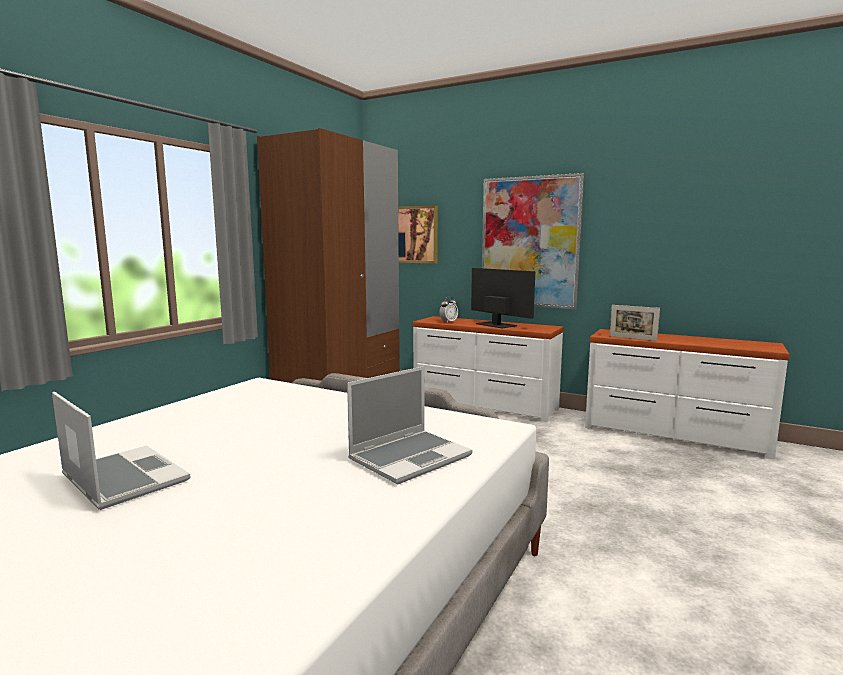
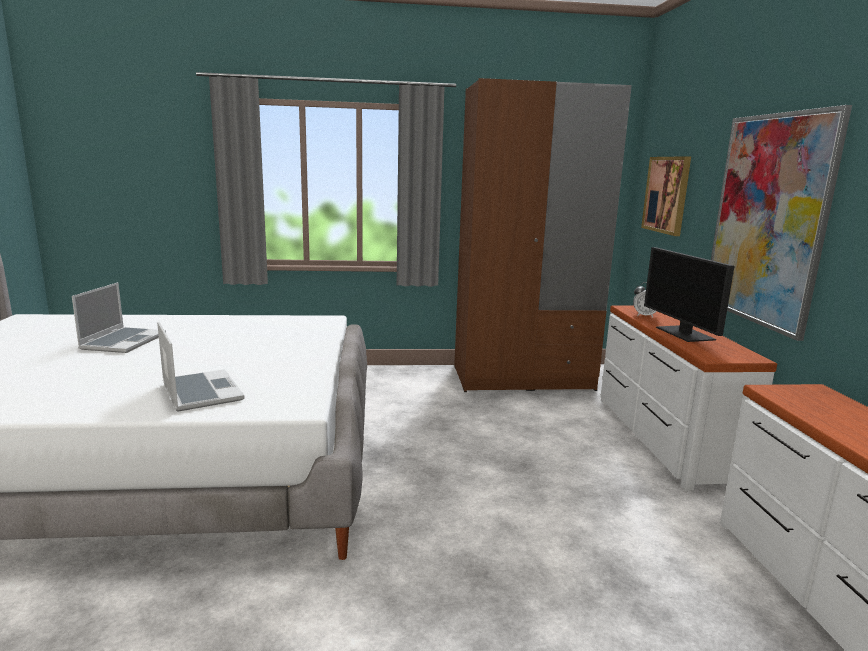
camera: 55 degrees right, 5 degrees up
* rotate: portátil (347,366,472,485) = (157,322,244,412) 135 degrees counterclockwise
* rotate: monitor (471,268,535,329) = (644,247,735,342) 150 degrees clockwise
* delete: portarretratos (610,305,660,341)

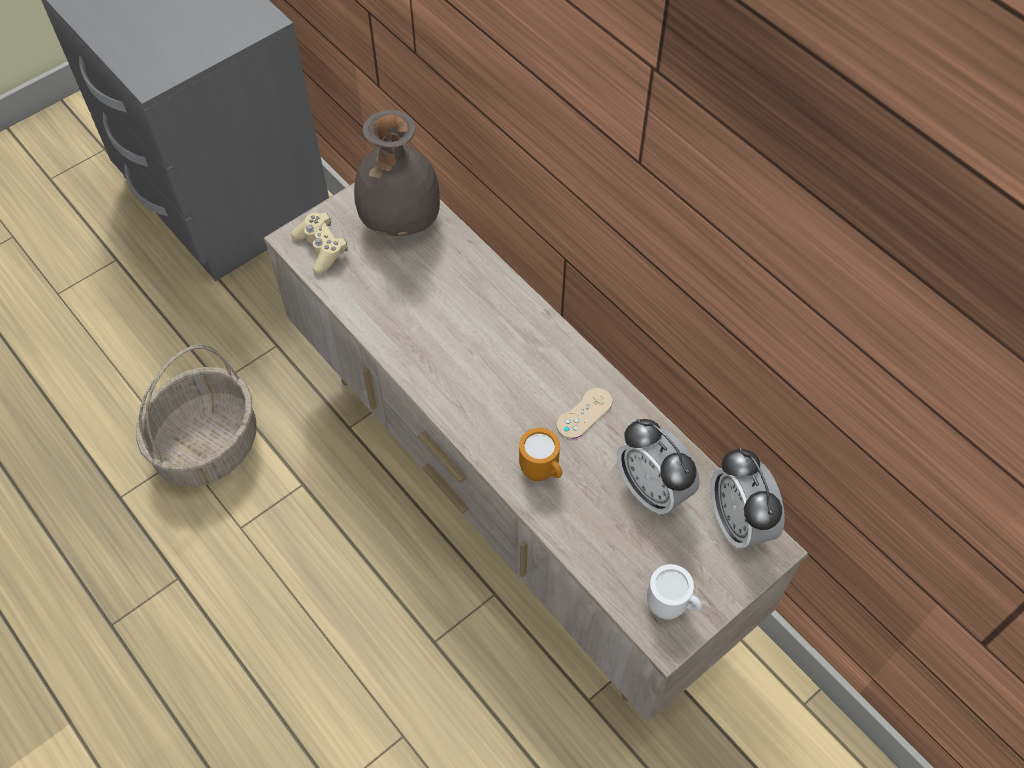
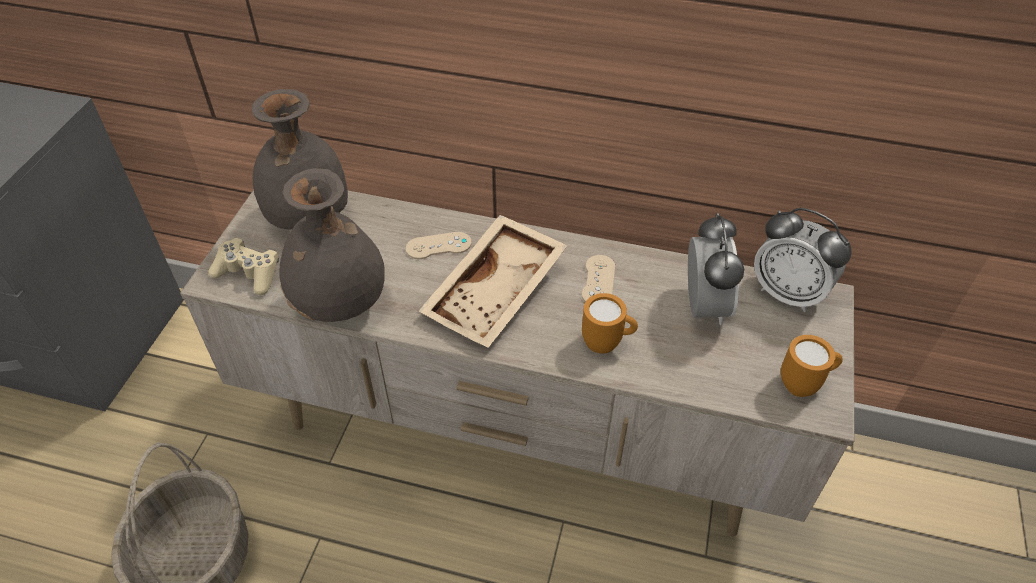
camera: 35 degrees left, 10 degrees down
* insert: florero/gris (280,168,385,322)
* insert: mando de consola/beis (406,232,472,259)
* insert: bandeja/beis (418,215,568,348)
* rotate: despertador (617,419,700,515) = (688,213,744,325) 105 degrees counterclockwise
* recolor: taza grande/blanco (647,564,702,620) to taza grande/naranja (781,335,843,397)

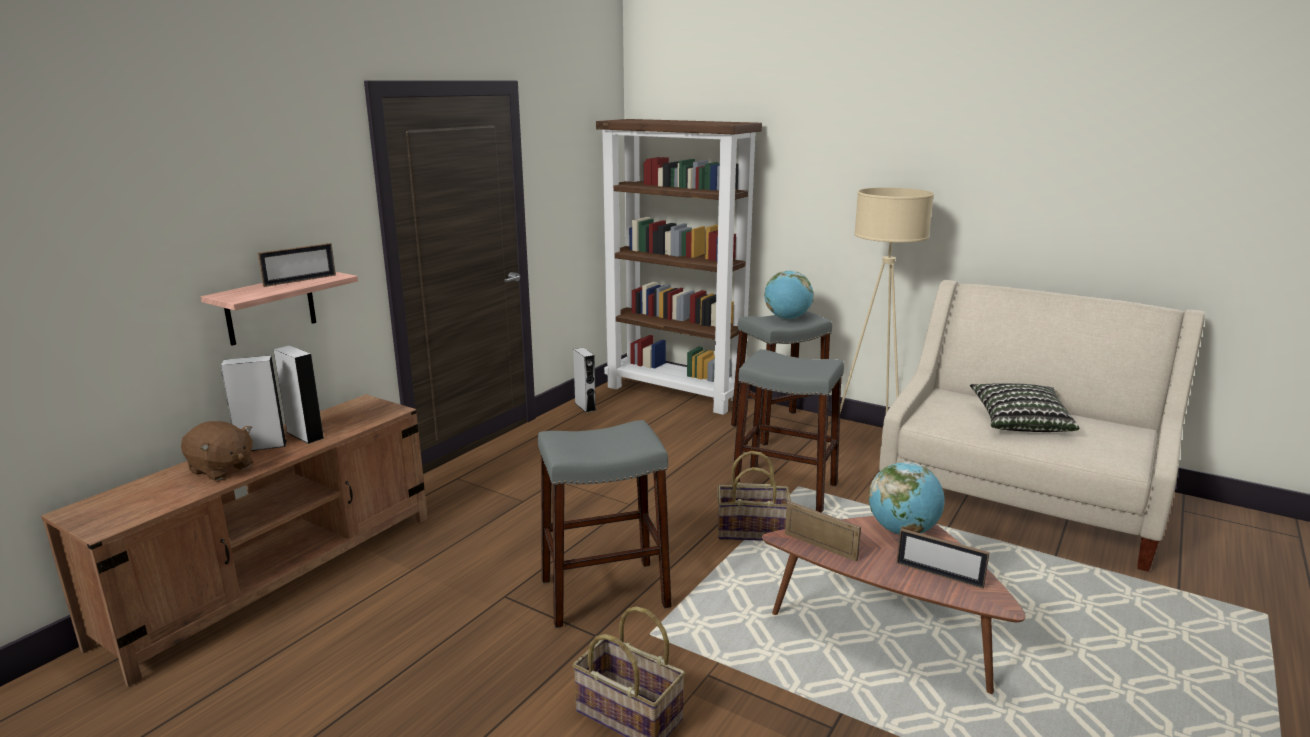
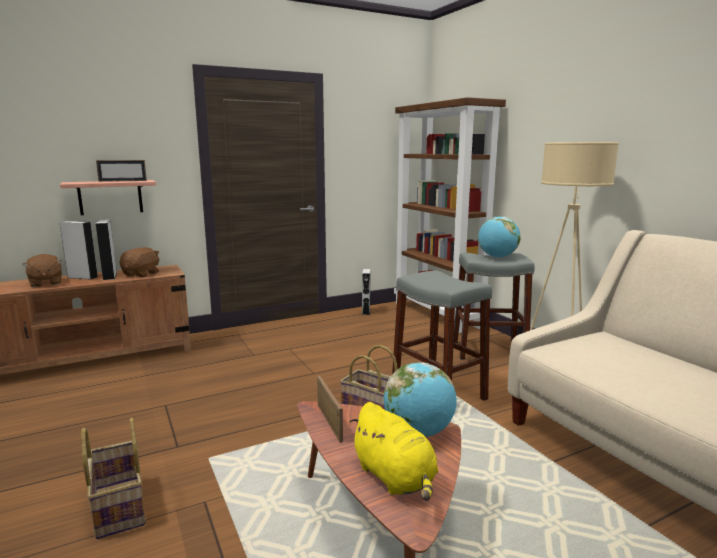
camera: 30 degrees right, 5 degrees down
* insert: peluche/marrón (120,247,159,277)
* replace: portarretratos (897,528,990,589) to peluche/amarillo (349,402,438,501)
* delete: taburete/gris (538,420,672,628)
* delete: cojín (970,383,1079,432)

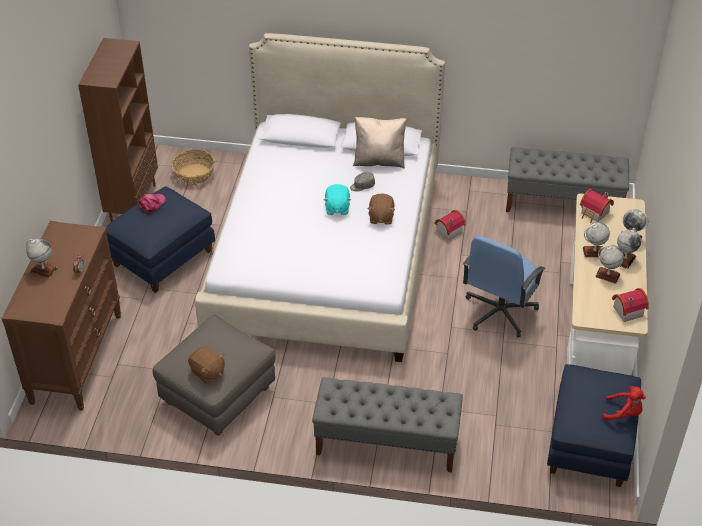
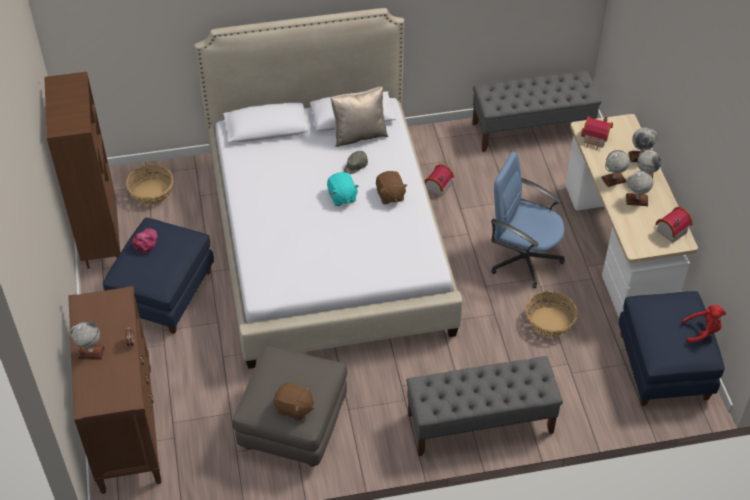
camera: 20 degrees left, 5 degrees up
* rotate: silla de oficina/azul (463,236,545,337) = (491,152,565,289) 105 degrees clockwise
* insert: cesta (526,291,578,337)

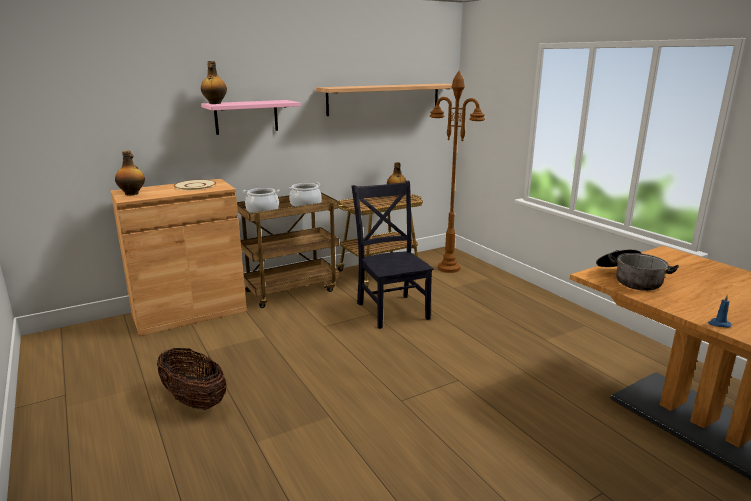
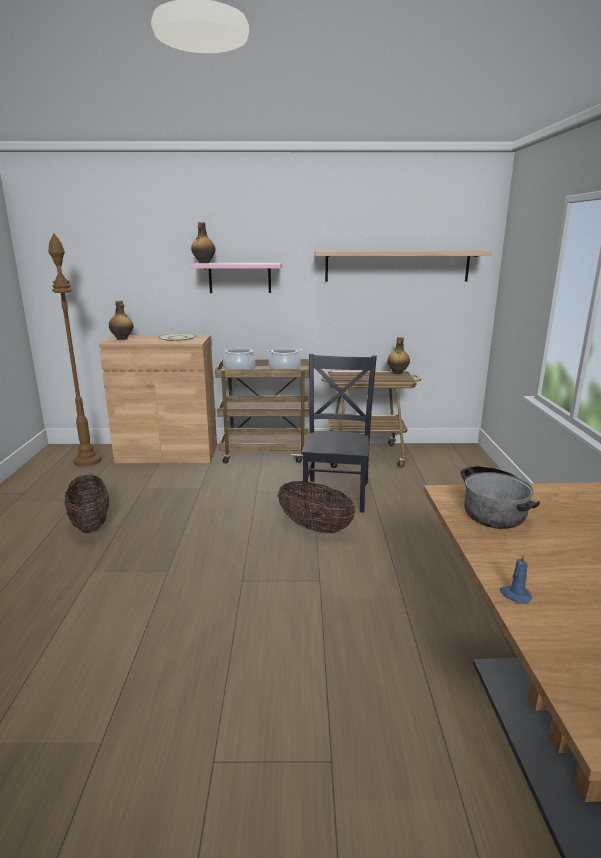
camera: 30 degrees right, 0 degrees up
* move: lámpara de pie/marrón (430,71,485,273) to (48,233,101,467)
* insert: cesta (278,481,355,533)

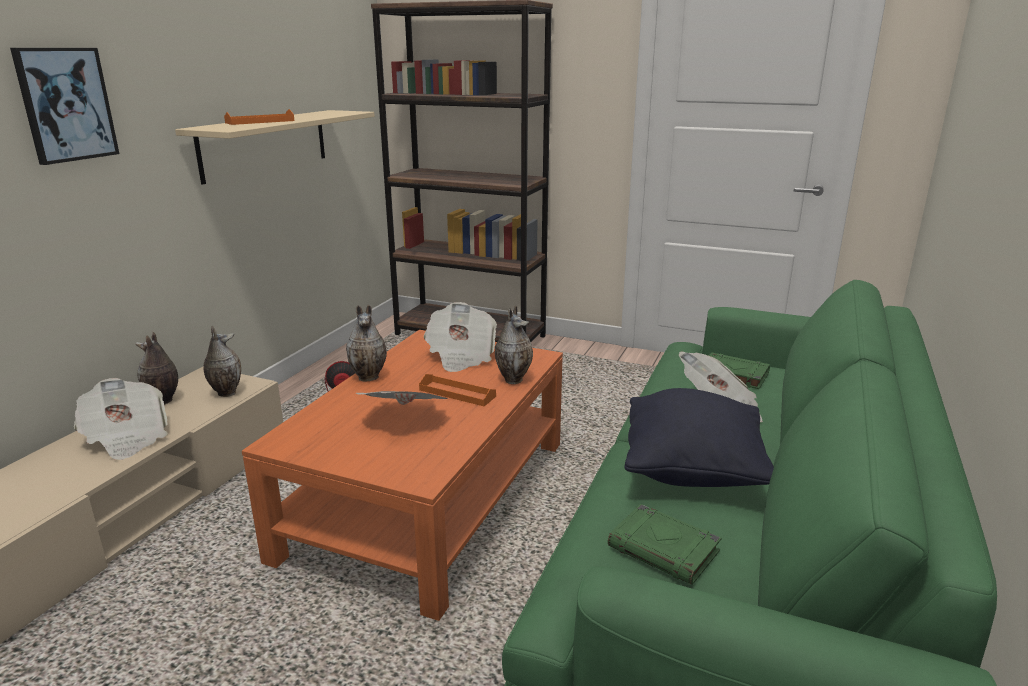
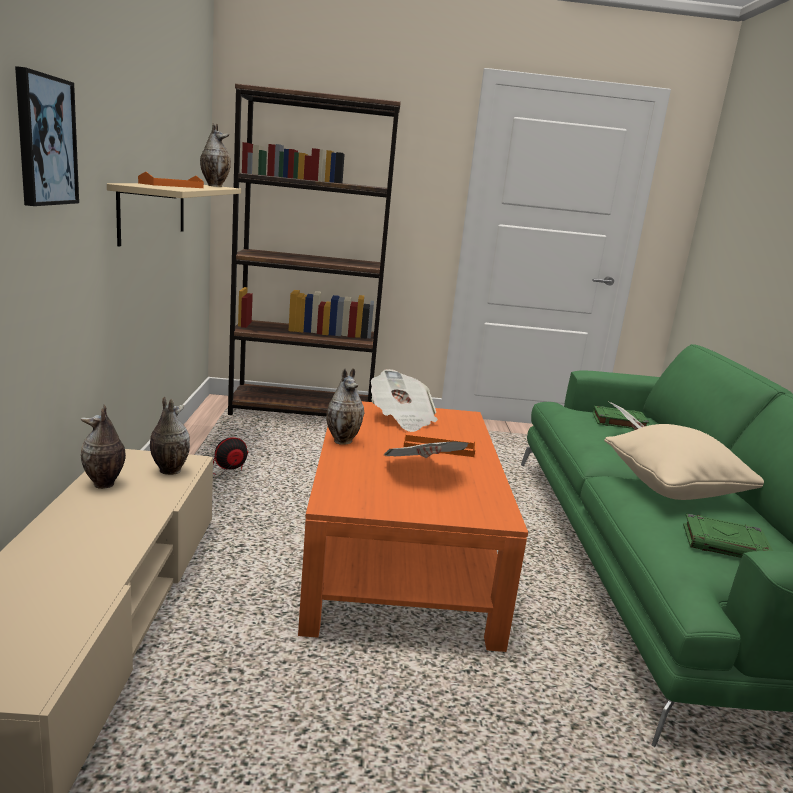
camera: 25 degrees left, 5 degrees down
* move: florero (495,306,533,384) to (200,123,231,187)
* recolor: cojín/negro (624,388,774,487) to cojín/beis (604,424,764,500)
* delete: periódico (74,378,167,460)

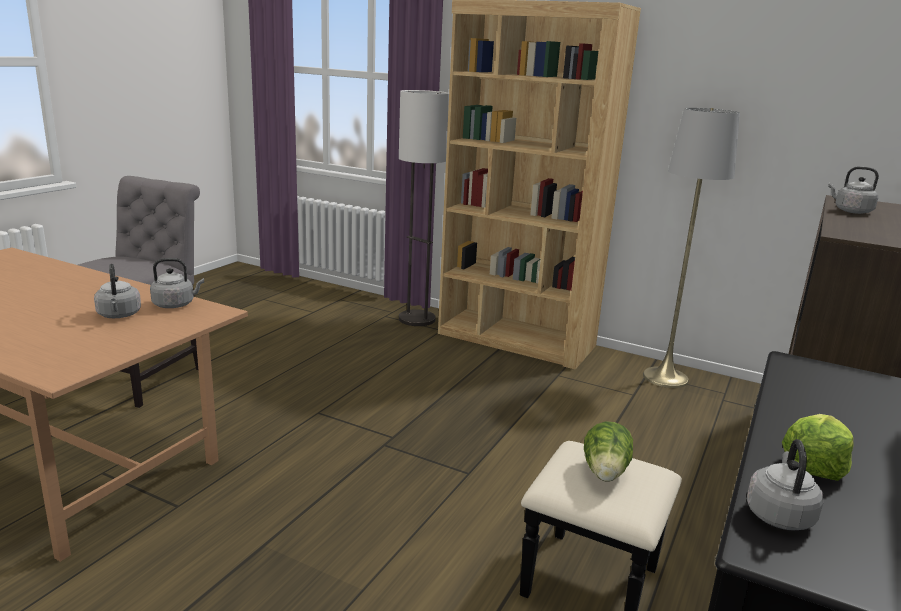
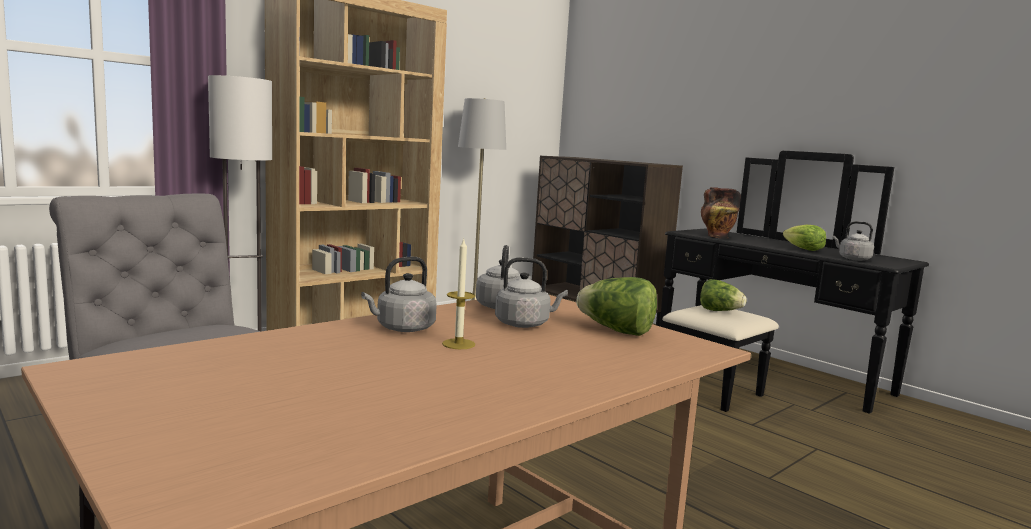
camera: 70 degrees left, 10 degrees down
* move: hervidor/gris (828,166,879,214) to (361,257,437,332)
* insert: vela (442,239,475,349)
* insert: lechuga (576,277,657,336)
* insert: florero (701,187,741,239)

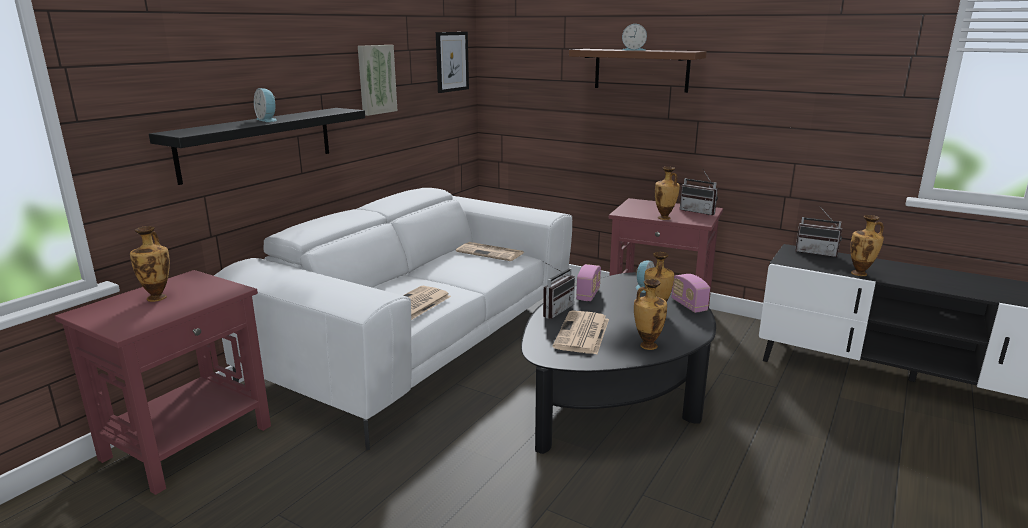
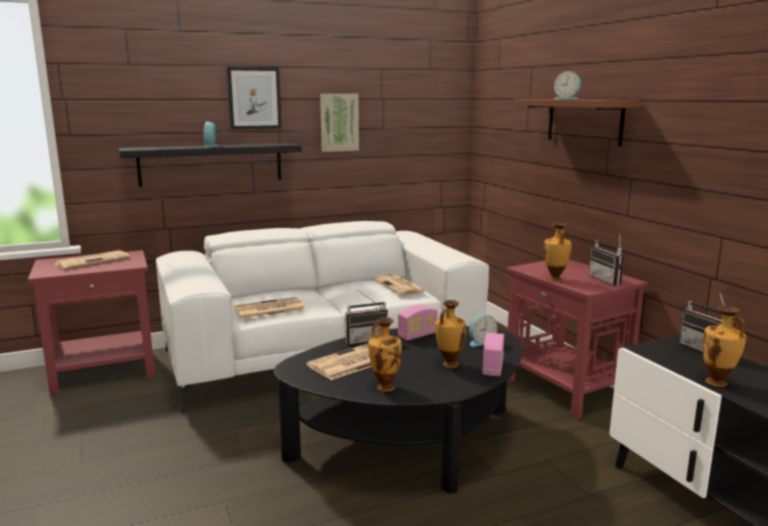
camera: 35 degrees right, 5 degrees down
* replace: florero (130,226,170,302) to periódico (54,250,130,269)
* move: cuadro (436,32,469,93) to (227,67,282,129)

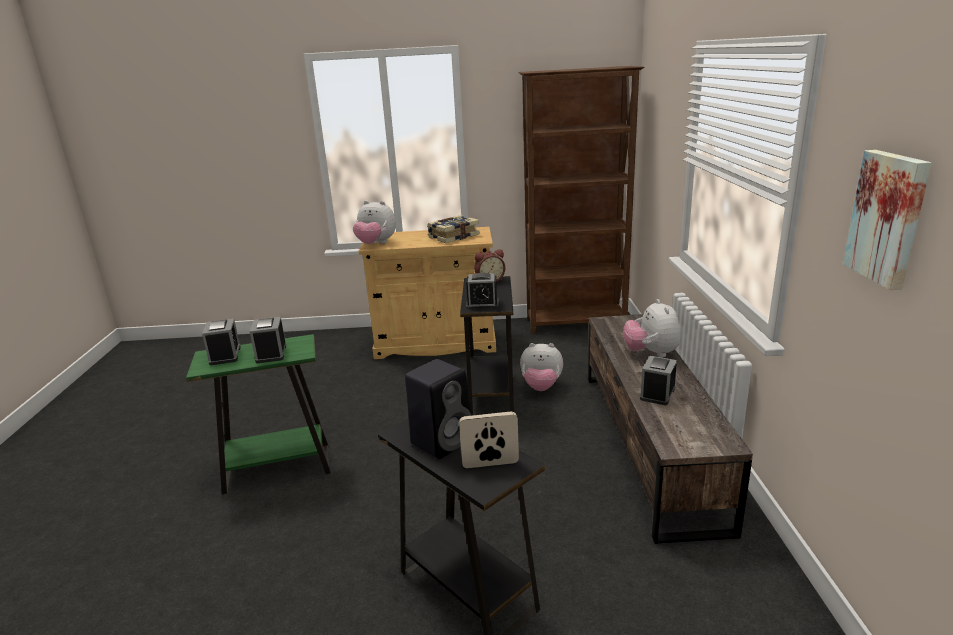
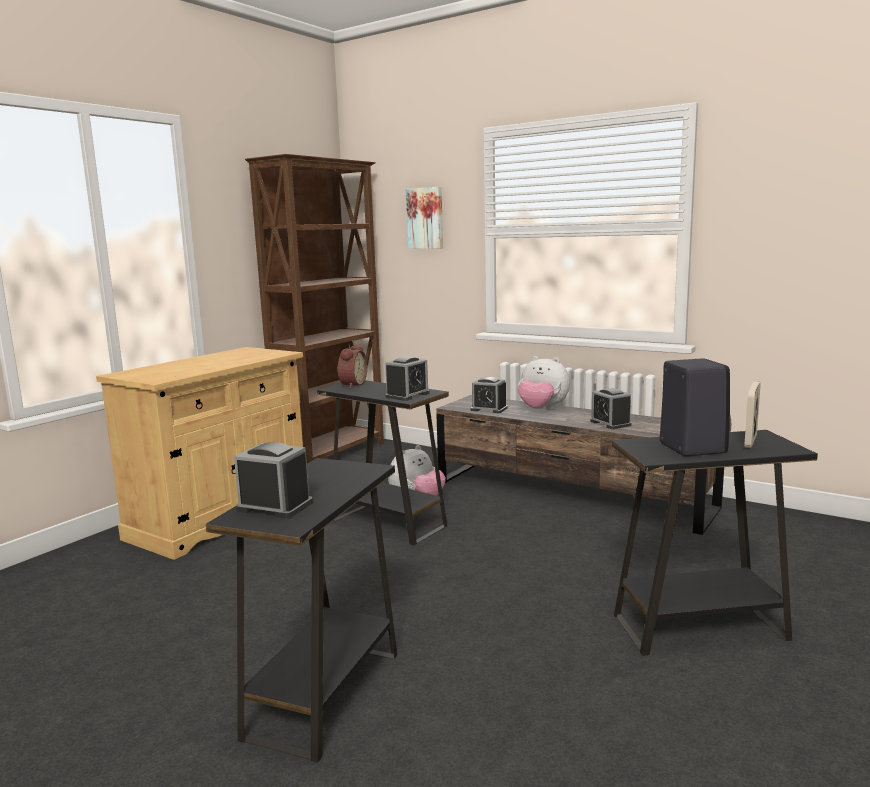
camera: 55 degrees left, 10 degrees down
* recolor: mesa auxiliar/verde (186,334,331,494) to mesa auxiliar/negro (205,458,397,763)
* move: cuadro (843,150,932,290) to (406,187,443,249)
* move: despertador (250,317,286,363) to (471,377,508,413)
* delete: peluche (353,201,396,244)
* delete: libro (427,215,480,243)

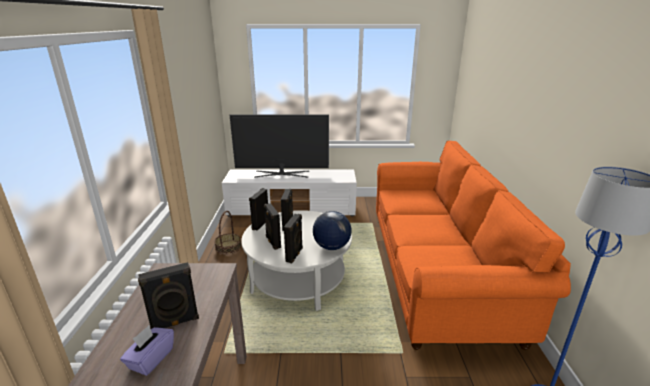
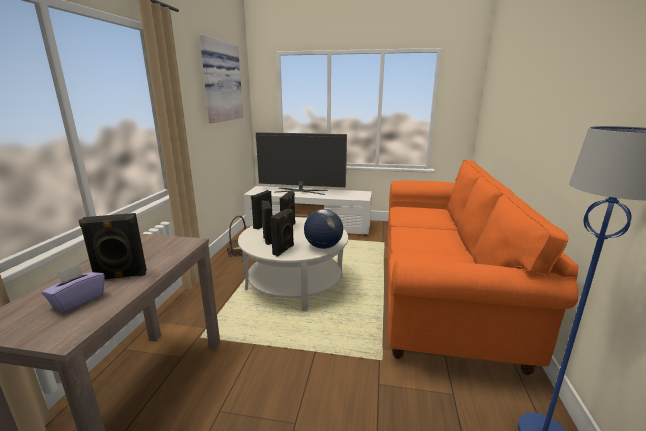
camera: 10 degrees right, 5 degrees down
* insert: cuadro (200,35,243,123)

